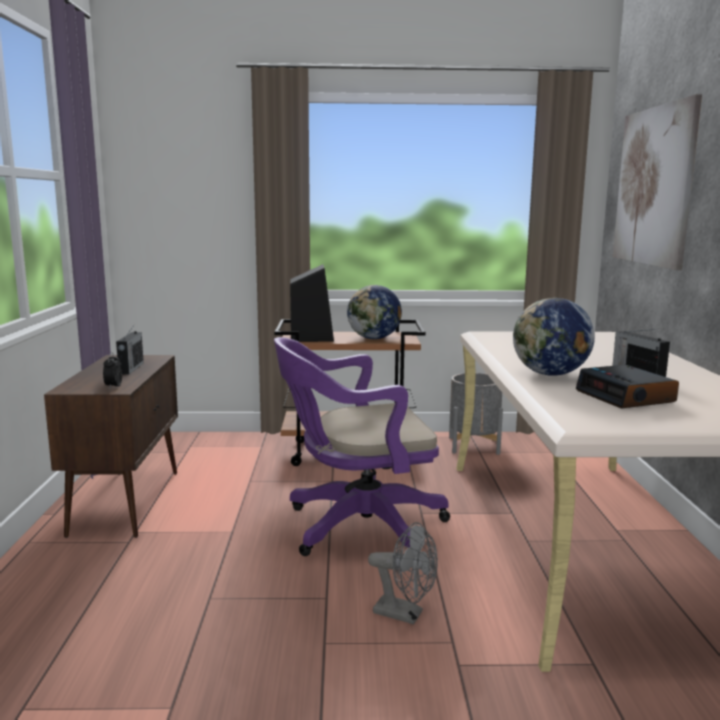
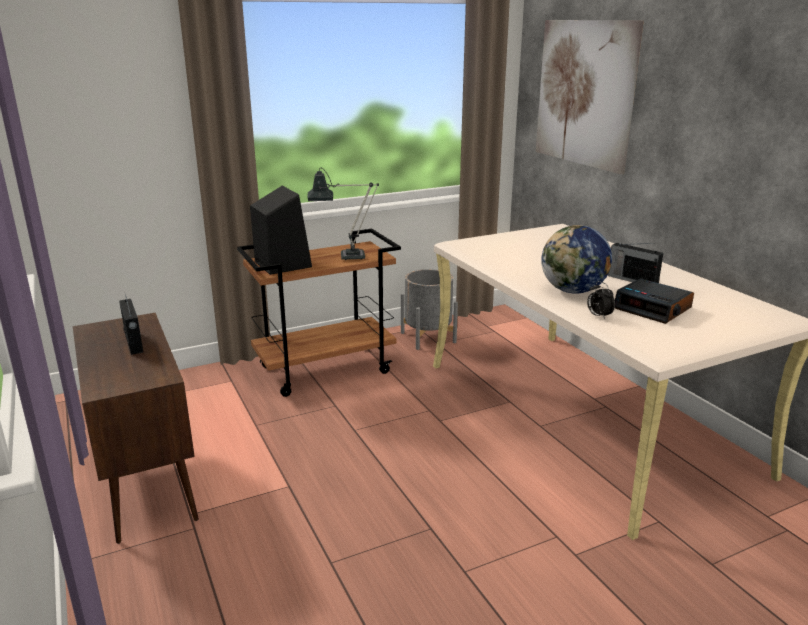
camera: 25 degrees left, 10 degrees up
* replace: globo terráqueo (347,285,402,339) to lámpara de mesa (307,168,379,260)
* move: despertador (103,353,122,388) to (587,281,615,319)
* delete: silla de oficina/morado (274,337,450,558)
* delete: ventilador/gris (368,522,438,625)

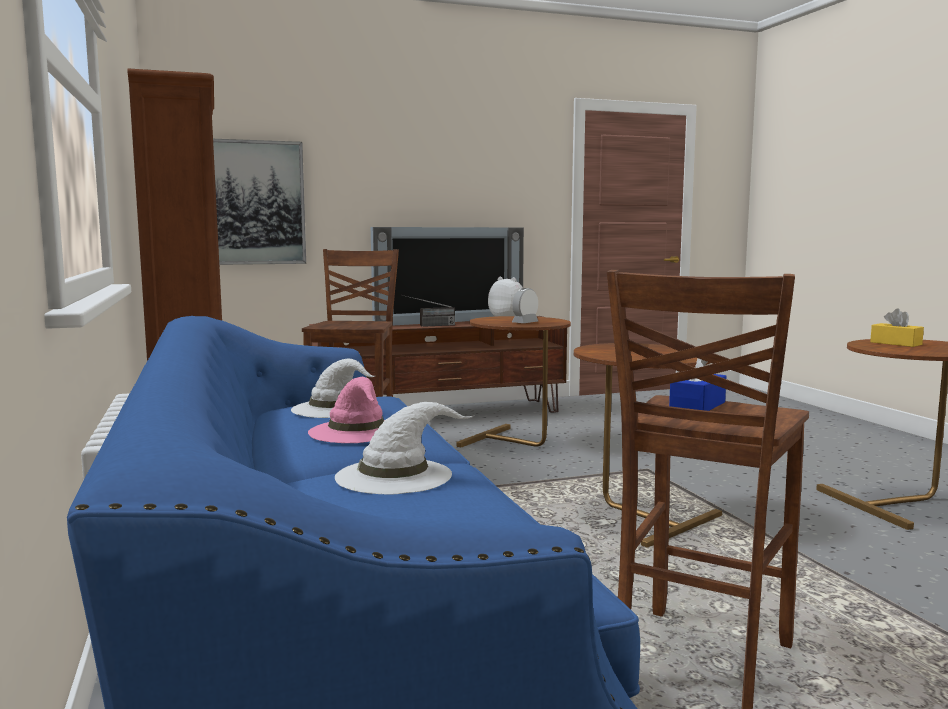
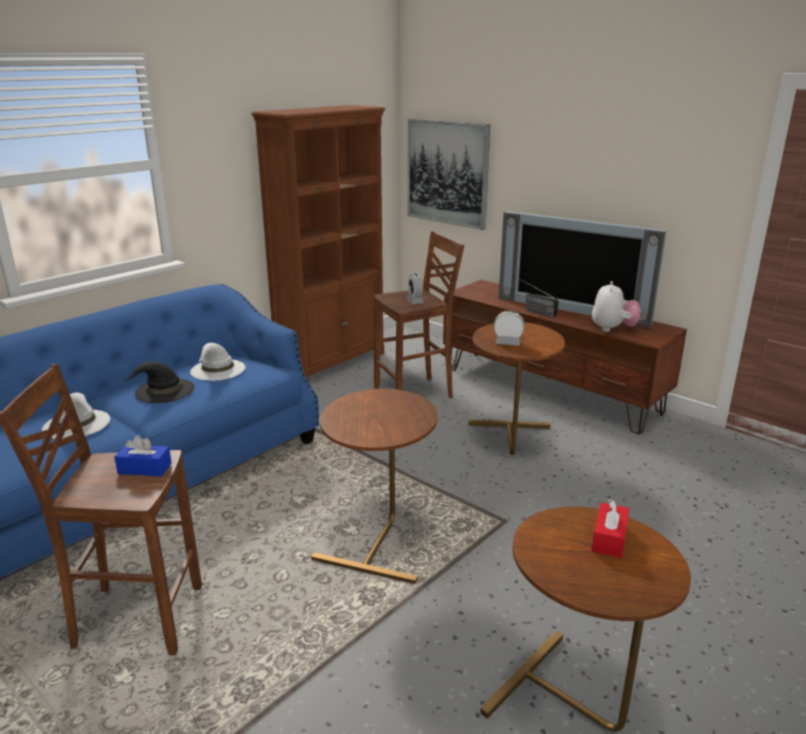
camera: 60 degrees right, 15 degrees up
* recolor: sombrero/rosa (308,377,385,443) to sombrero/negro (123,362,195,403)
* insert: despertador (406,273,424,304)
* recolor: caja de pañuelos/amarillo (870,309,924,347) to caja de pañuelos/rojo (592,499,630,558)

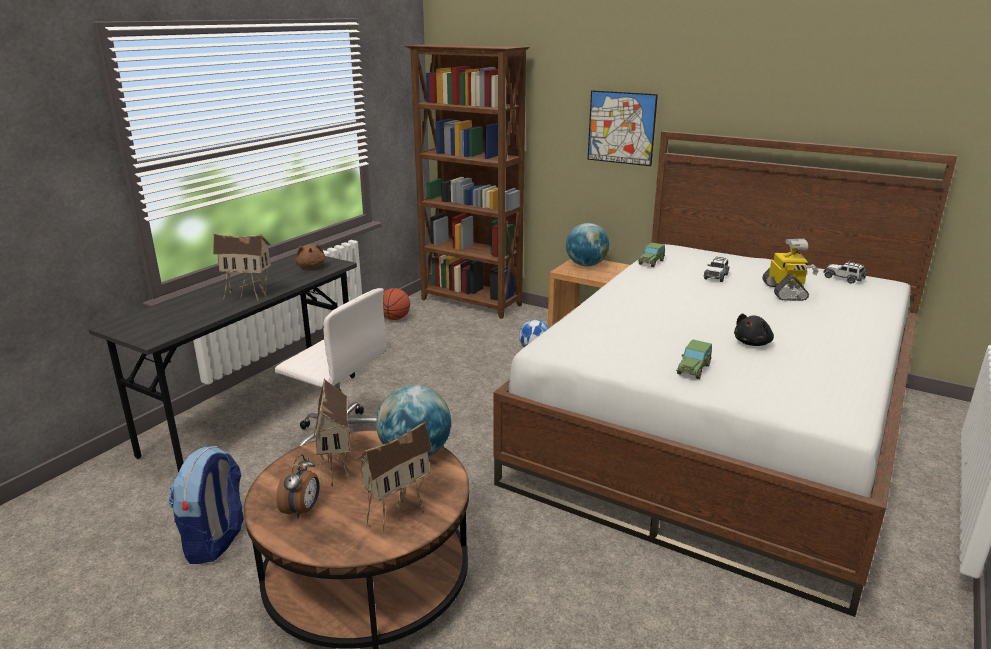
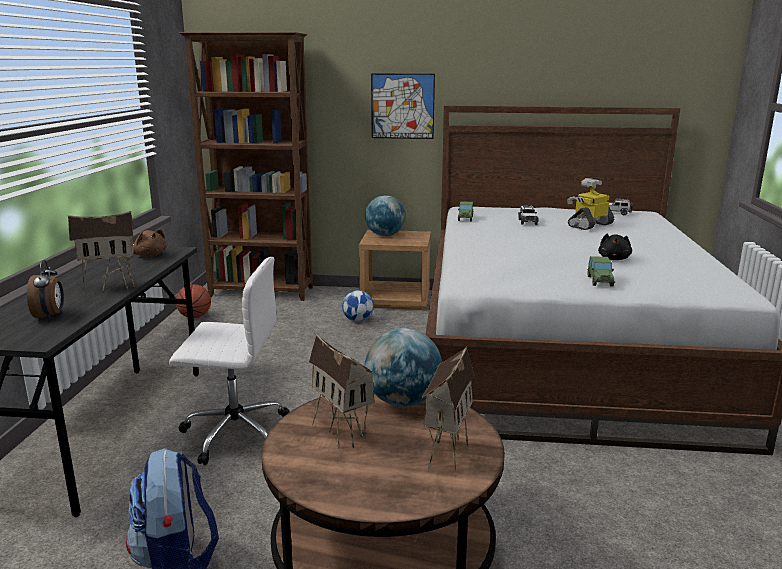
camera: 25 degrees left, 5 degrees down
* move: despertador (276,454,319,519) to (27,260,64,320)
* rotate: robot de juguete (762,239,819,301) = (567,178,614,230) 105 degrees counterclockwise

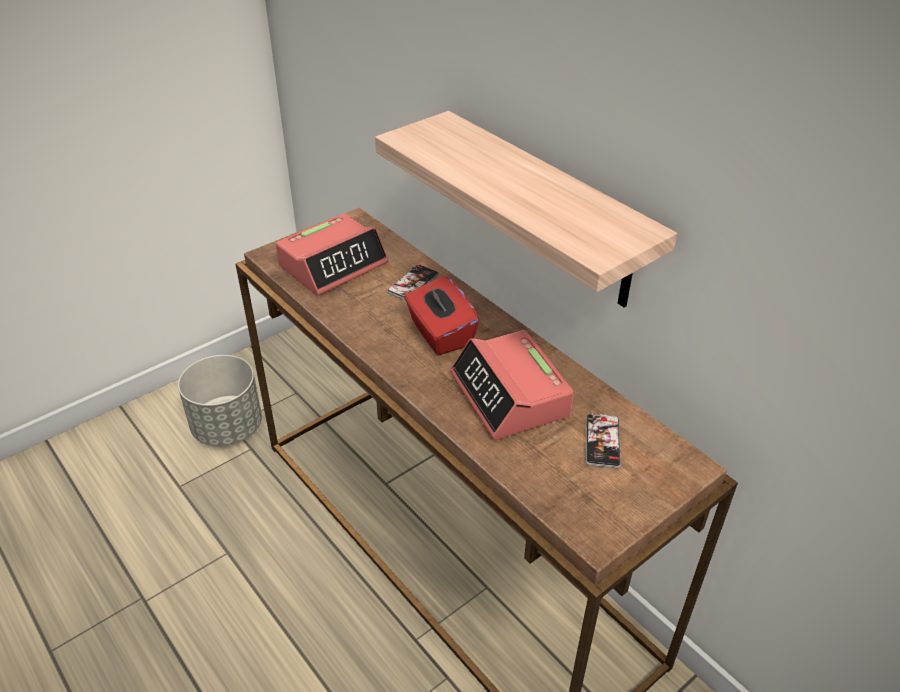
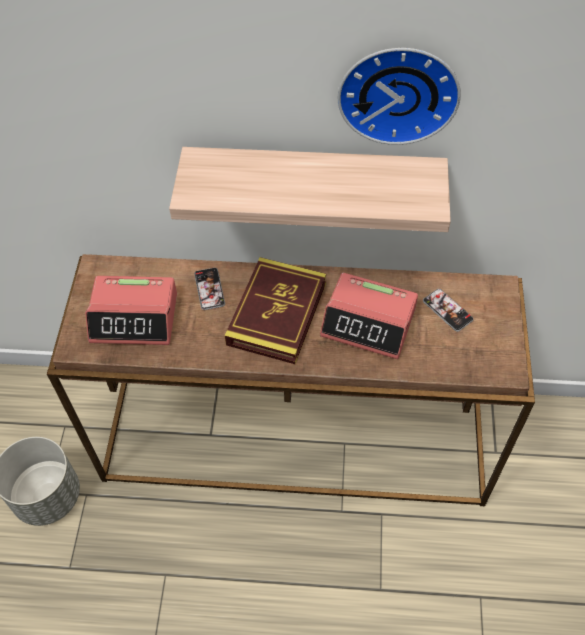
camera: 45 degrees left, 15 degrees up
* rotate: despertador (276,213,388,296) = (85,276,177,345) 90 degrees clockwise
* replace: caja de pañuelos/rojo (404,276,479,355) to libro (225,257,326,364)
* insert: reloj de pared (338,48,461,145)

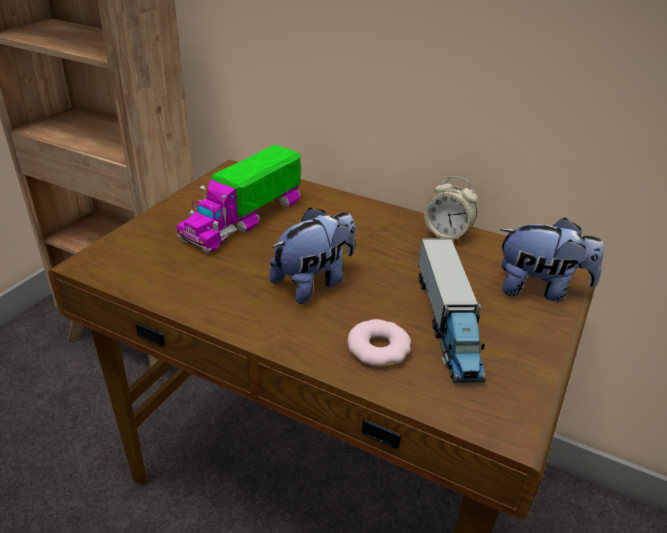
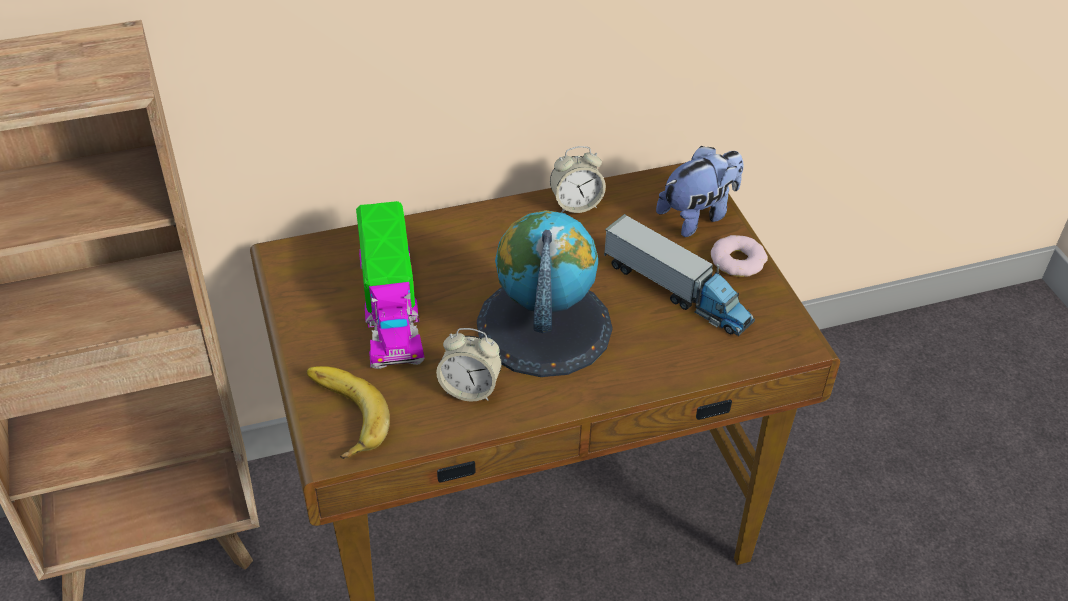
camera: 45 degrees left, 10 degrees up
* insert: plátano (307,366,390,459)
* insert: despertador (436,328,502,401)
* replace: peluche (269,208,355,304) to globo terráqueo (477,210,612,377)
* move: rosquilla (347,319,411,367) to (711,235,768,277)

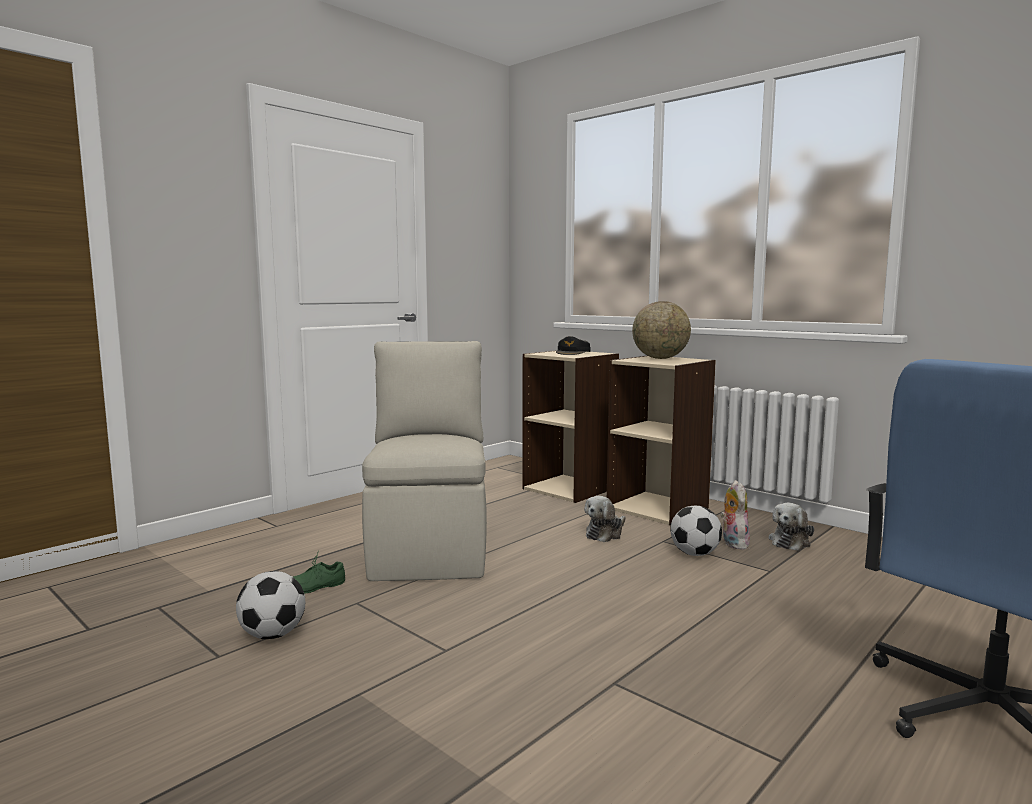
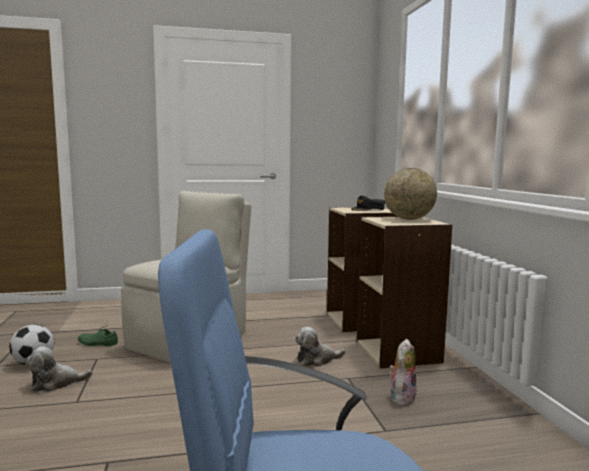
camera: 35 degrees right, 0 degrees up
* move: peluche (769,503,814,551) to (26,346,93,392)
* delete: balón de fútbol (670,506,722,556)

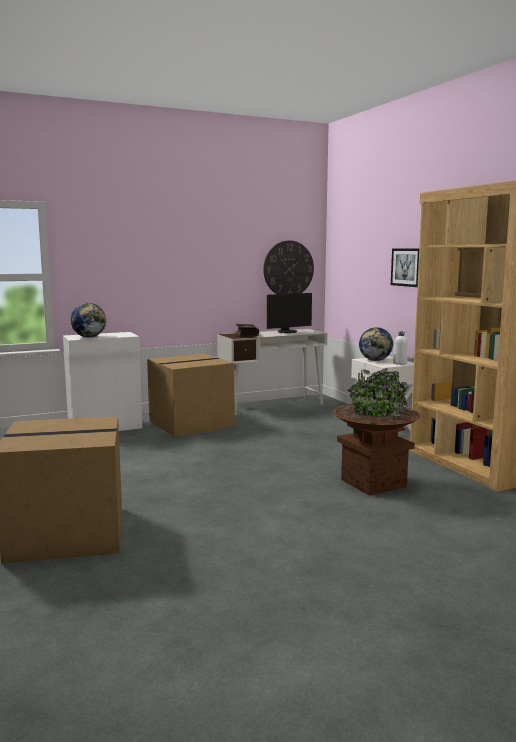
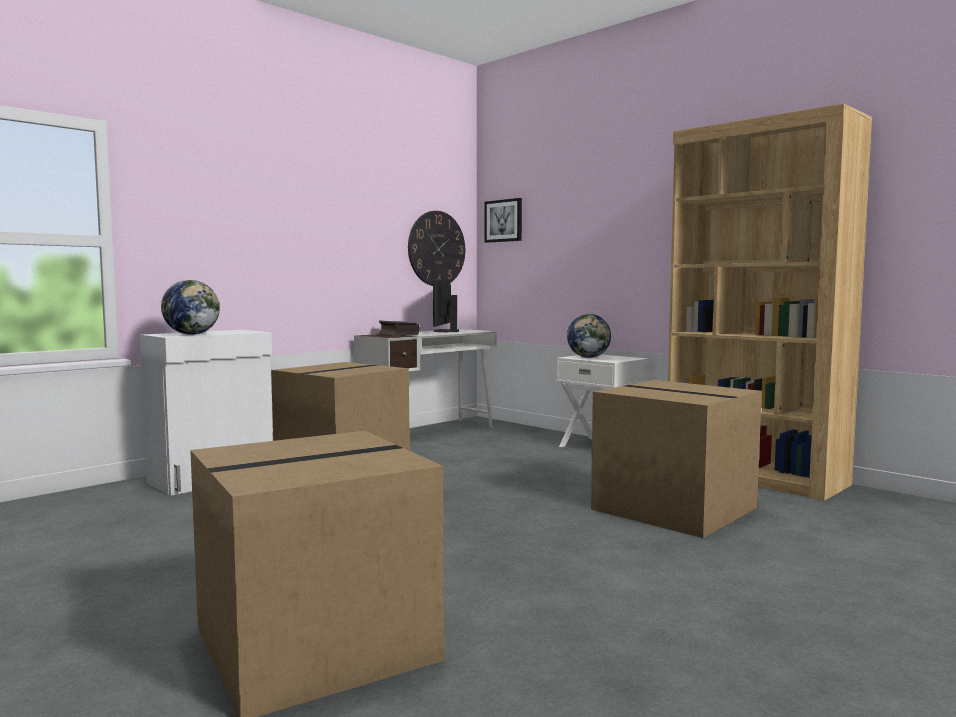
camera: 20 degrees left, 5 degrees down
* rotate: monitor (267,293,312,333) = (433,279,459,332) 150 degrees clockwise
* move: cuadro (391,248,419,287) to (484,198,522,243)
* replace: maceta/marrón (333,368,421,495) to caja de cartón (591,380,762,538)
* delete: botella/blanco (393,331,407,365)

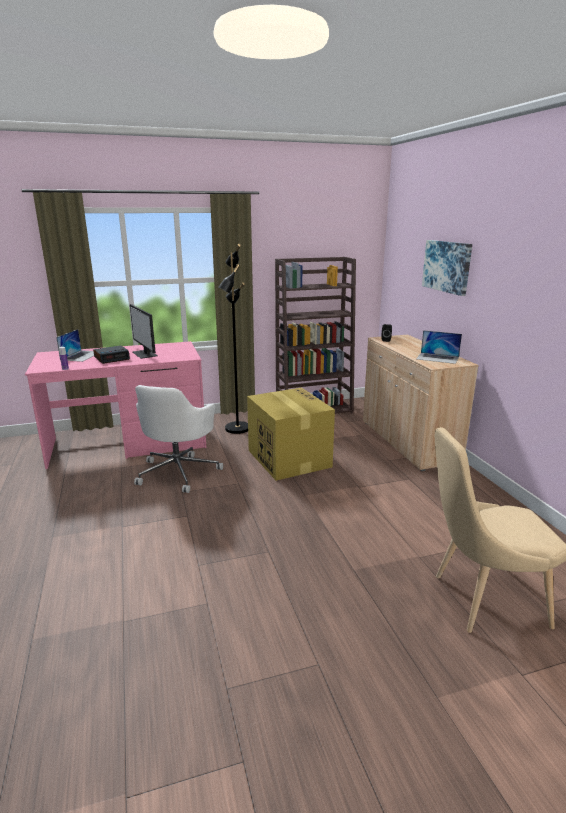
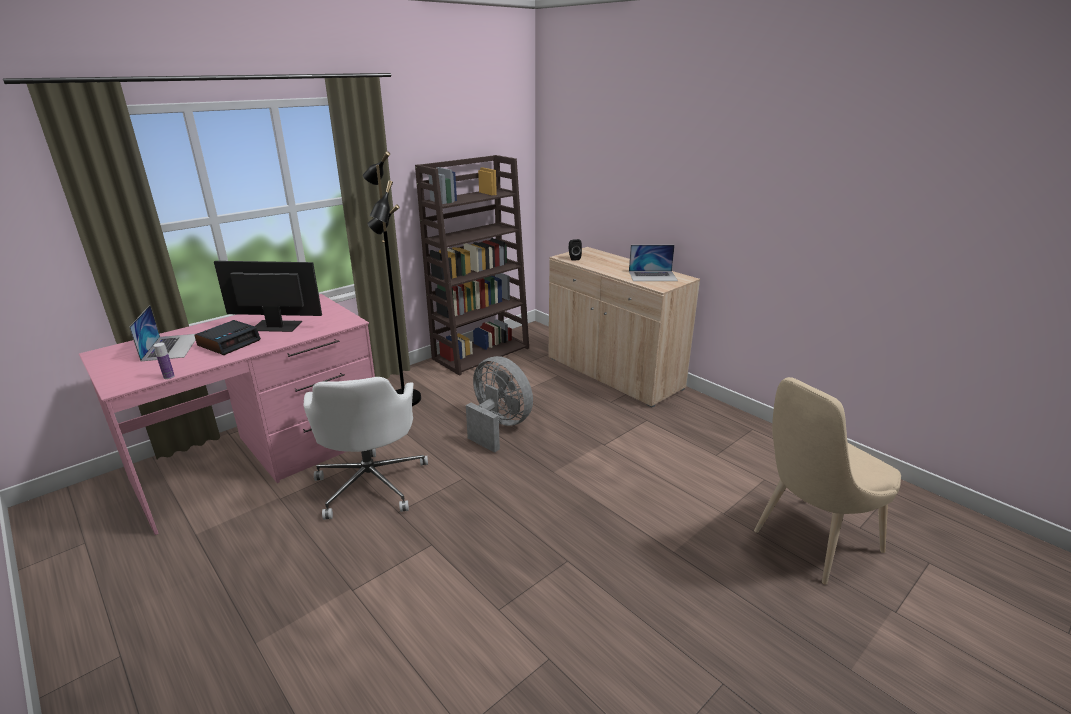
camera: 25 degrees left, 5 degrees up
* rotate: monitor (130,304,158,359) = (214,261,322,332) 150 degrees clockwise
* replace: caja de cartón (247,388,335,481) to ventilador/gris (466,356,533,453)
* delete: cuadro (422,240,472,296)

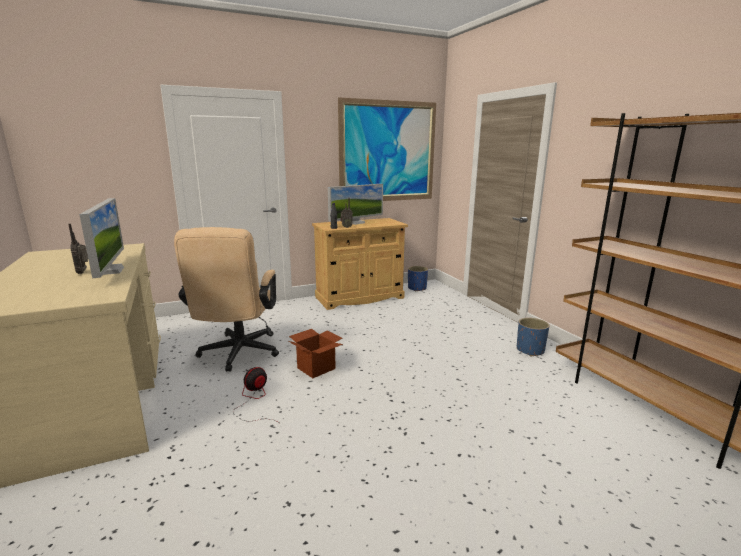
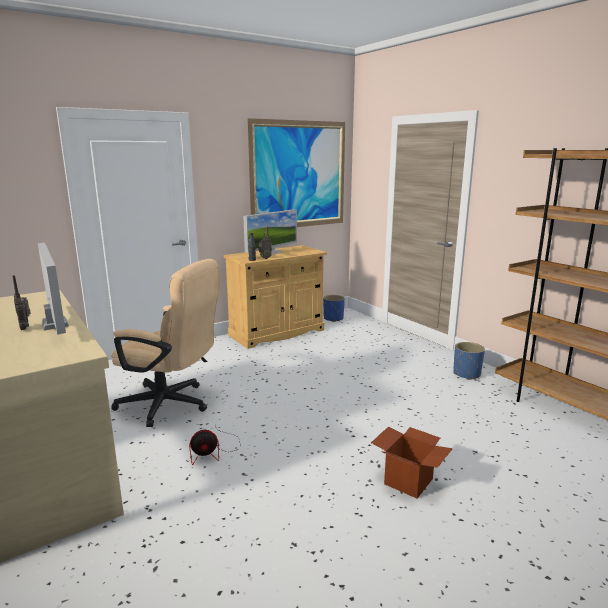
camera: 10 degrees left, 0 degrees up
* rotate: silla de oficina/beis (174,227,279,372) = (111,259,220,427) 60 degrees counterclockwise
* rotate: ventilador (233,367,281,424) = (189,424,241,465) 135 degrees counterclockwise
* move: caja de cartón (289,329,343,378) to (371,426,453,498)

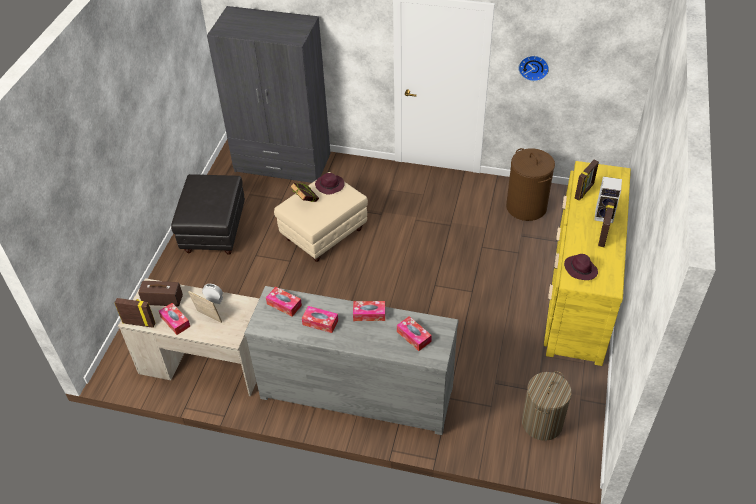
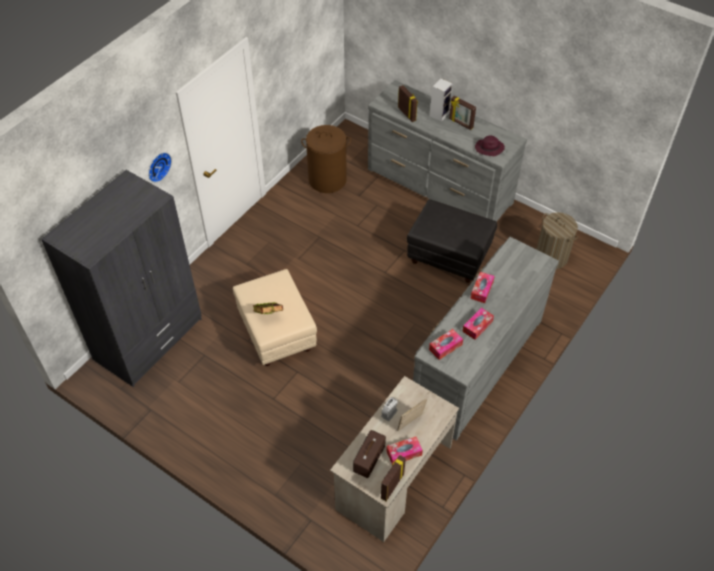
camera: 70 degrees left, 5 degrees up
* move: reloj de pared (518,56,549,81) to (148,152,172,182)
* recolor: cómoda/amarillo (544,161,631,366) to cómoda/gris (368,80,527,222)
* move: puf/negro (171,174,245,255) to (407,199,497,283)
* delete: sombrero/morado (315,173,345,195)
* delete: caja de pañuelos (397,316,432,351)

